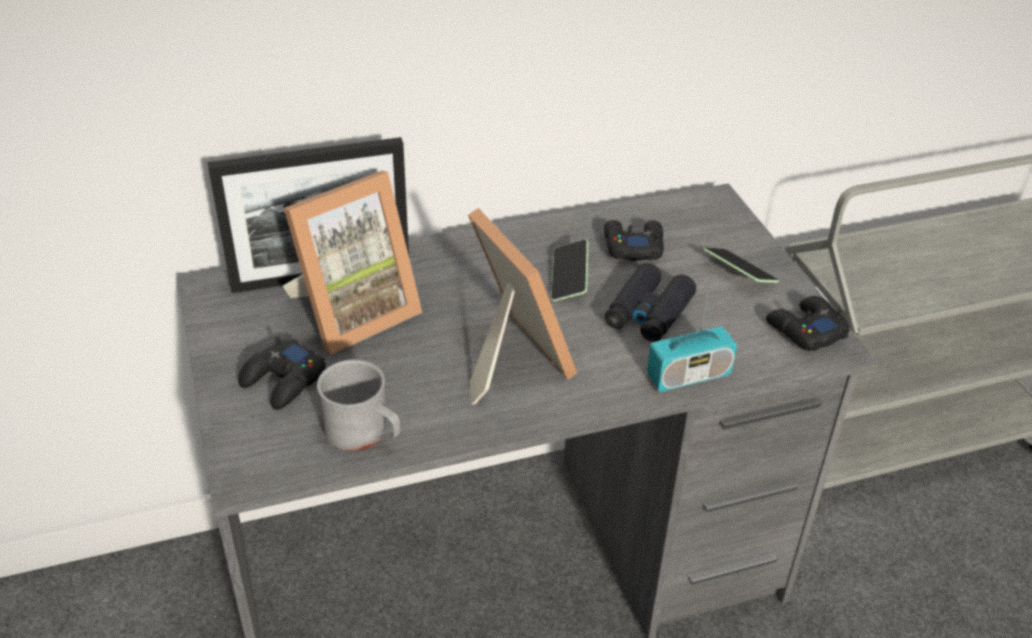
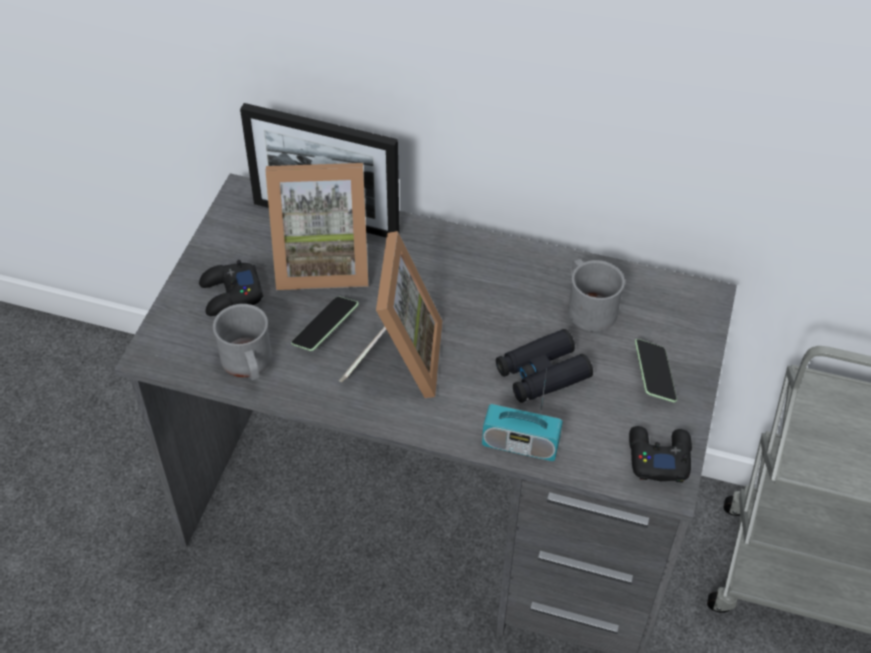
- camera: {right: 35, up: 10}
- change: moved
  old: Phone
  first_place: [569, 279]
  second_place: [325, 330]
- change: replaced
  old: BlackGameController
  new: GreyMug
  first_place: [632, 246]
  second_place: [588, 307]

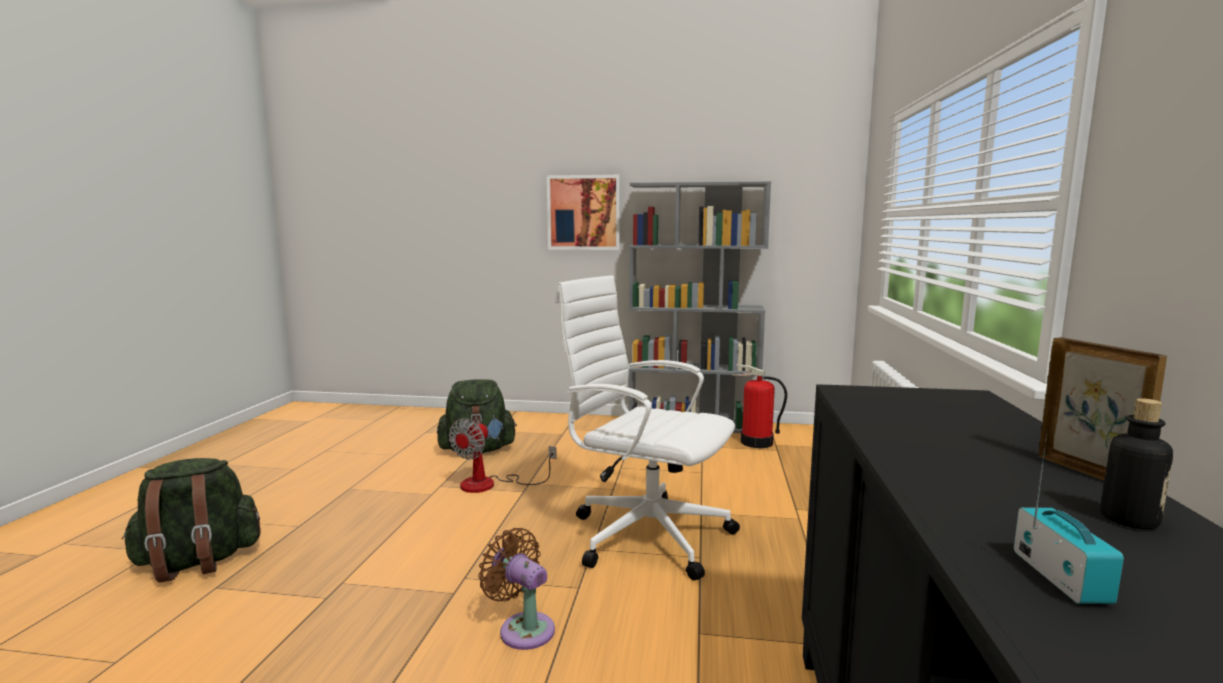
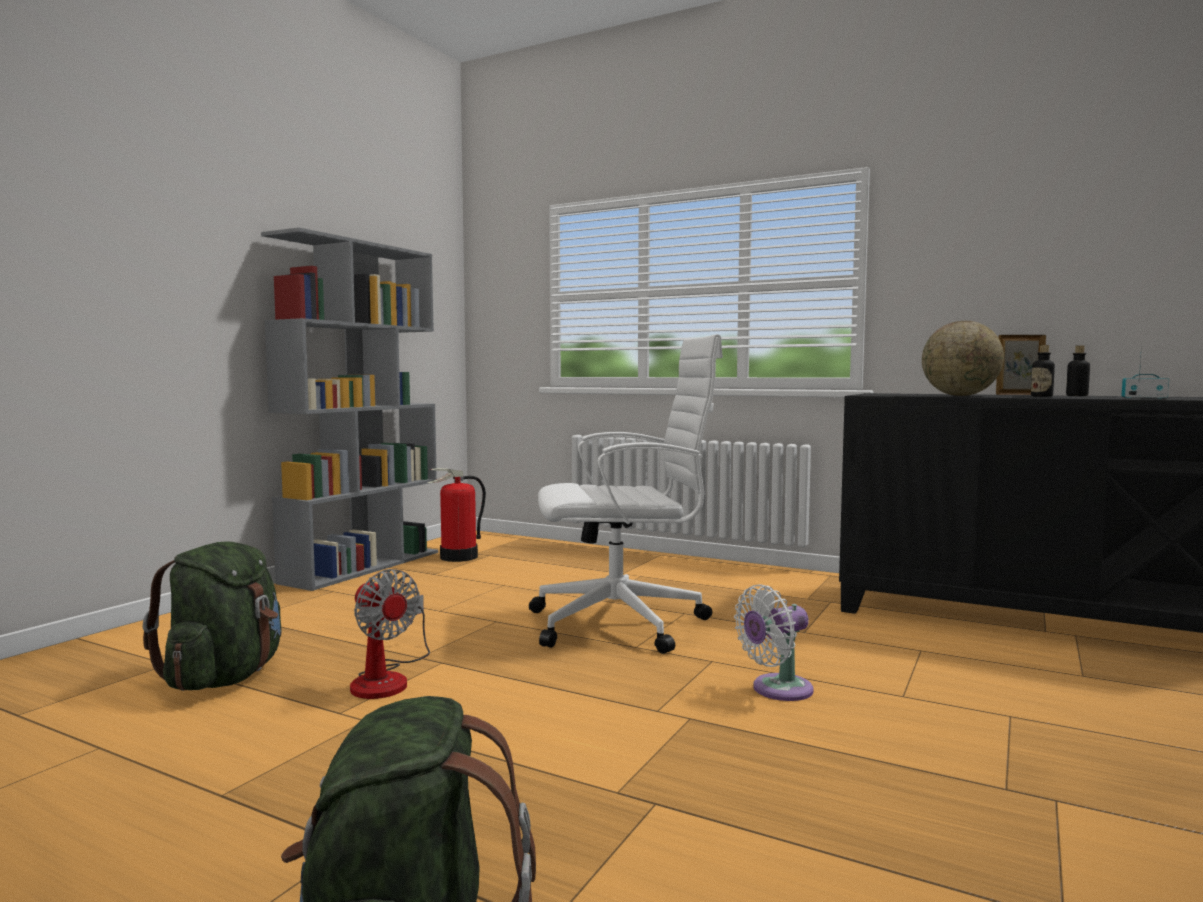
- camera: {right: -70, up: -5}
- change: turned
  old: WhiteOfficeChair
  first_place: [646, 534]
  second_place: [623, 623]
  degrees: -150
- change: recoloured
  old: BrownFan
  new: WhiteFan
  first_place: [523, 628]
  second_place: [777, 690]
- change: added
  new: Globe
  second_place: [960, 395]
- change: added
  new: Bottle
  second_place: [1041, 396]
- change: removed
  old: Picture
  first_place: [584, 212]

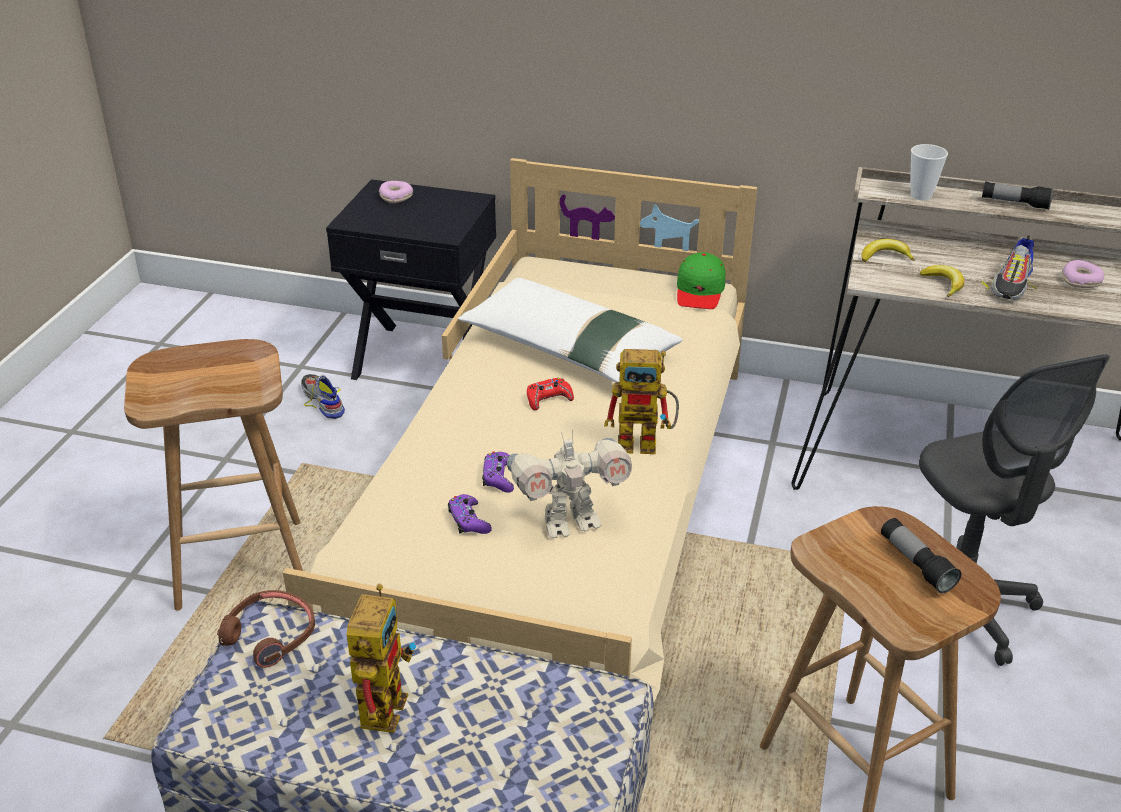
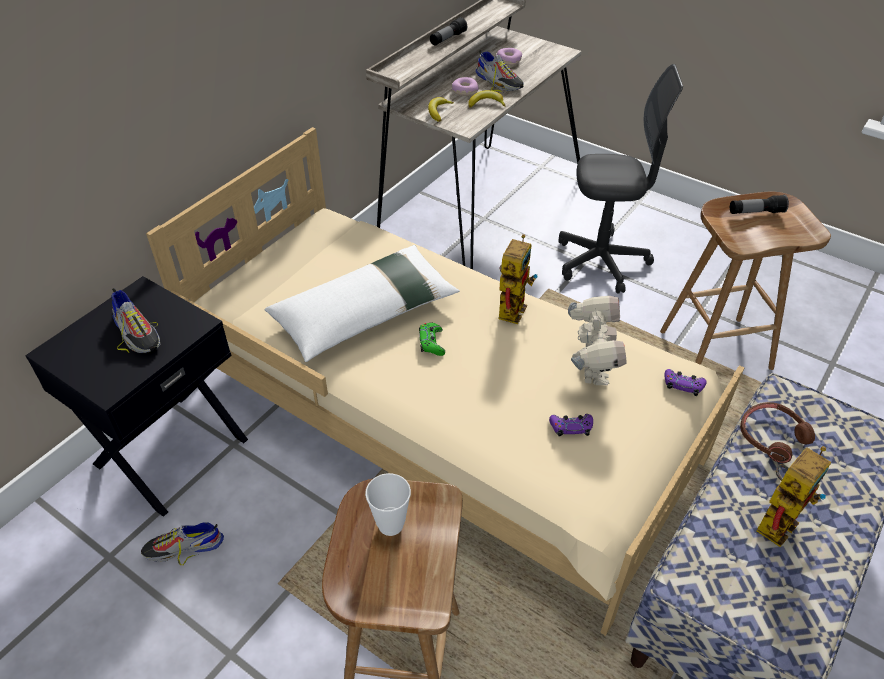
- camera: {right: -70, up: 10}
- change: added
  new: Shoe
  second_place: [137, 332]
- change: moved
  old: Cup
  first_place: [921, 195]
  second_place: [390, 524]
- change: recoloured
  old: RedGameController
  new: GreenGameController
  first_place: [548, 399]
  second_place: [431, 343]
- change: moved
  old: Donut
  first_place: [396, 197]
  second_place: [464, 91]
- change: moved
  old: PurpleGameController
  first_place: [499, 477]
  second_place: [683, 385]
- change: moved
  old: BrownHeadphones
  first_place: [270, 635]
  second_place: [772, 436]
- change: turned
  old: ToyRobot
  first_place: [382, 700]
  second_place: [777, 518]
  degrees: 105
- change: removed
  old: GreenCap
  first_place: [700, 291]

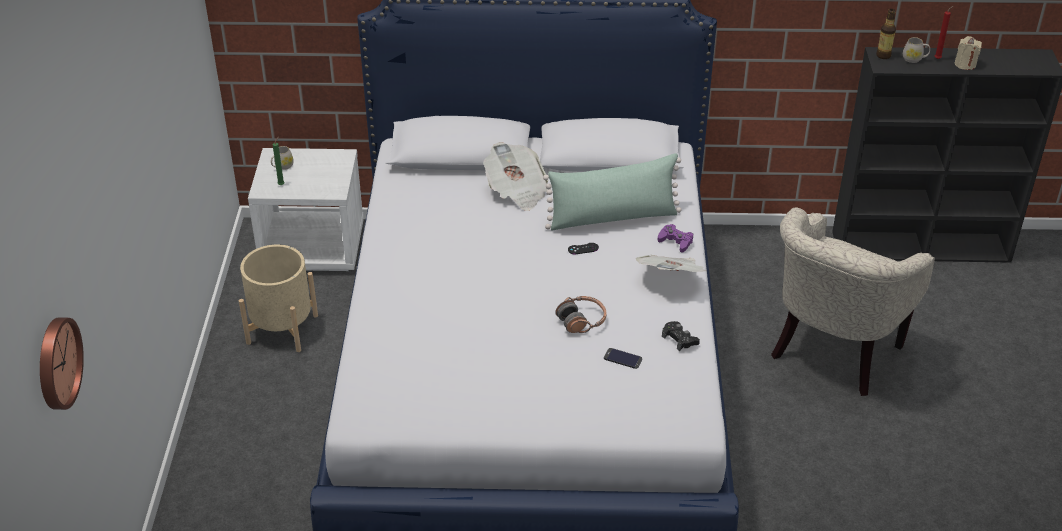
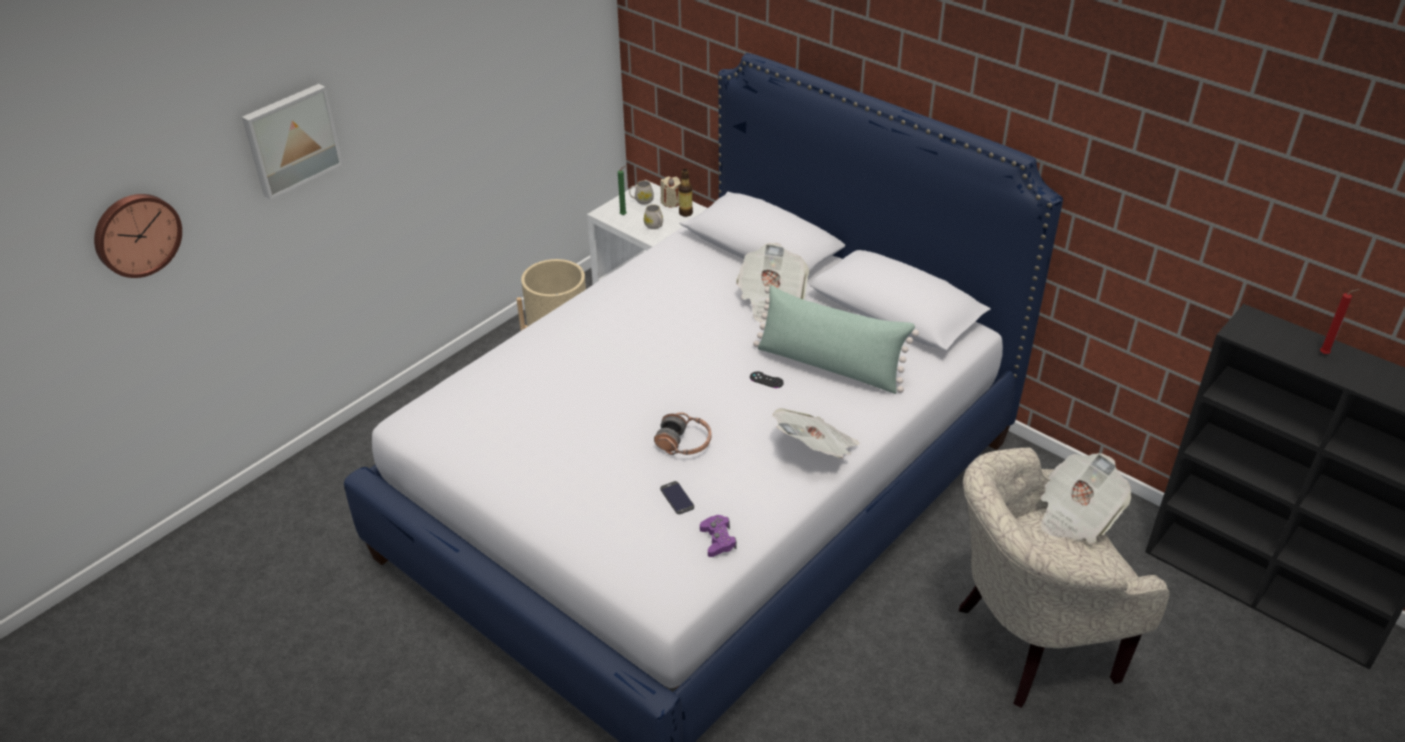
- camera: {right: 40, up: 0}
- change: added
  new: Picture
  second_place: [291, 139]
- change: moved
  old: WhiteMug
  first_place: [914, 59]
  second_place: [655, 226]
- change: moved
  old: BeigeCandle
  first_place: [965, 64]
  second_place: [671, 202]
- change: moved
  old: Bottle
  first_place: [883, 55]
  second_place: [685, 213]
- change: moved
  old: PurpleGameController
  first_place: [675, 241]
  second_place: [718, 540]
- change: added
  new: Newspaper
  second_place: [1076, 515]
- change: removed
  old: BlackGameController
  first_place: [679, 339]

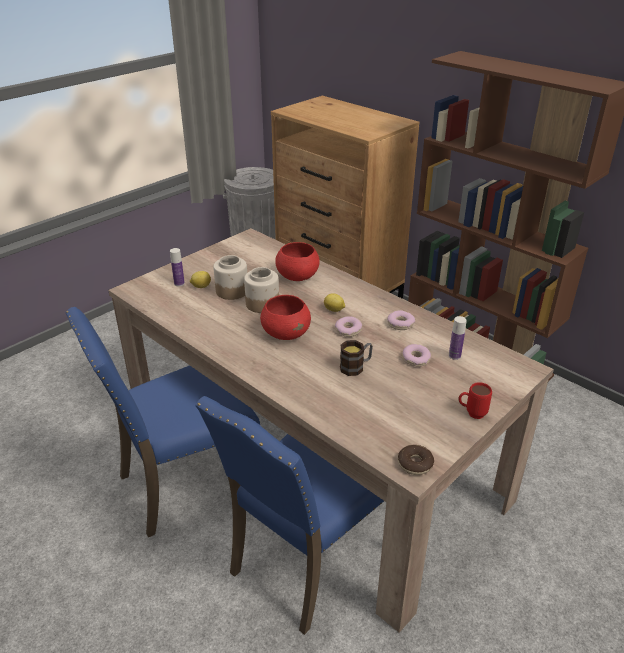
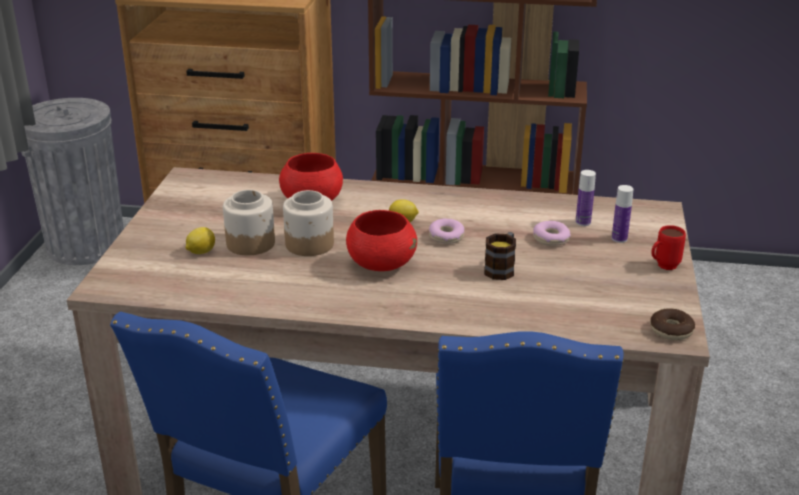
- camera: {right: -35, up: -5}
- change: moved
  old: Bottle
  first_place: [179, 283]
  second_place: [619, 239]
- change: removed
  old: Donut
  first_place: [400, 324]

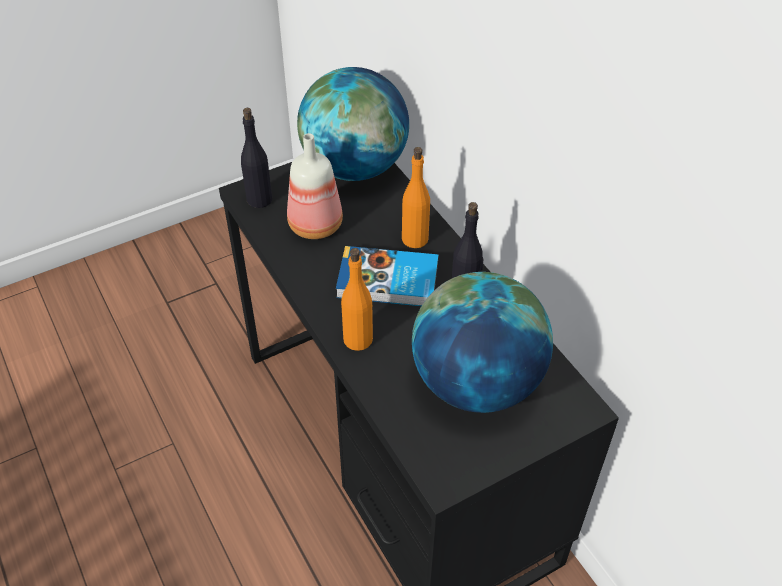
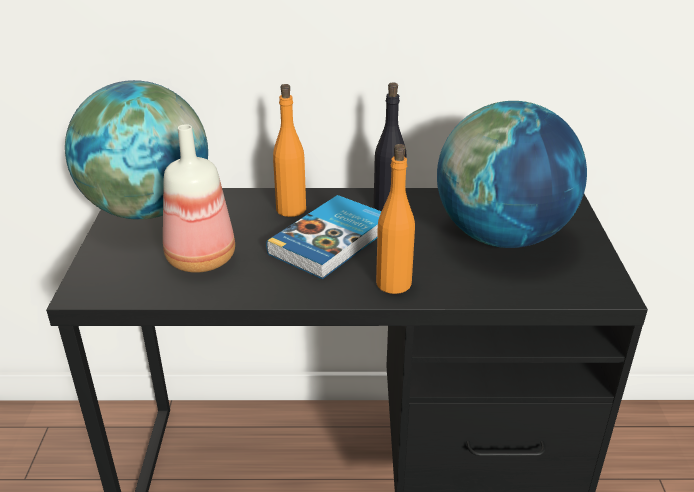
- camera: {right: -60, up: -15}
- change: removed
  old: BlackBottle
  first_place: [259, 199]

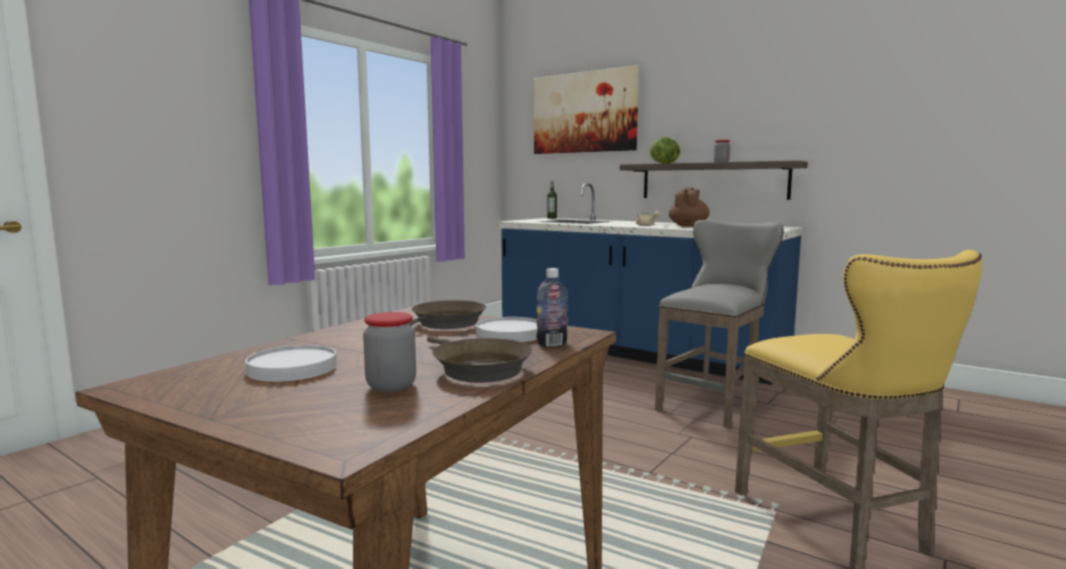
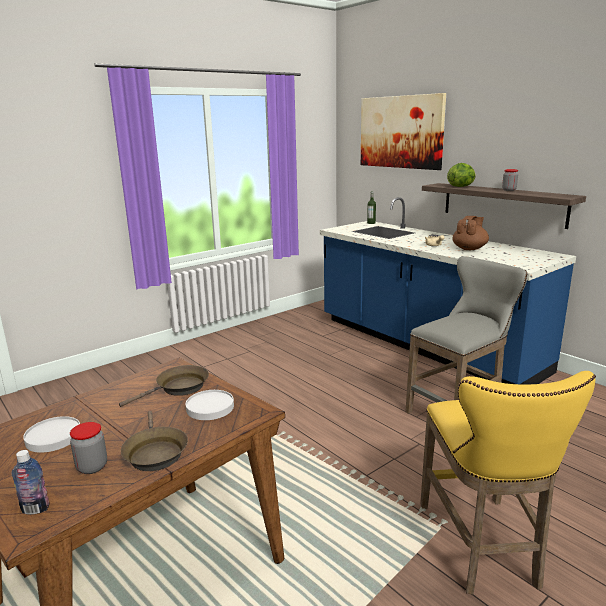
- camera: {right: 15, up: 10}
- change: moved
  old: Bottle
  first_place: [552, 344]
  second_place: [35, 509]

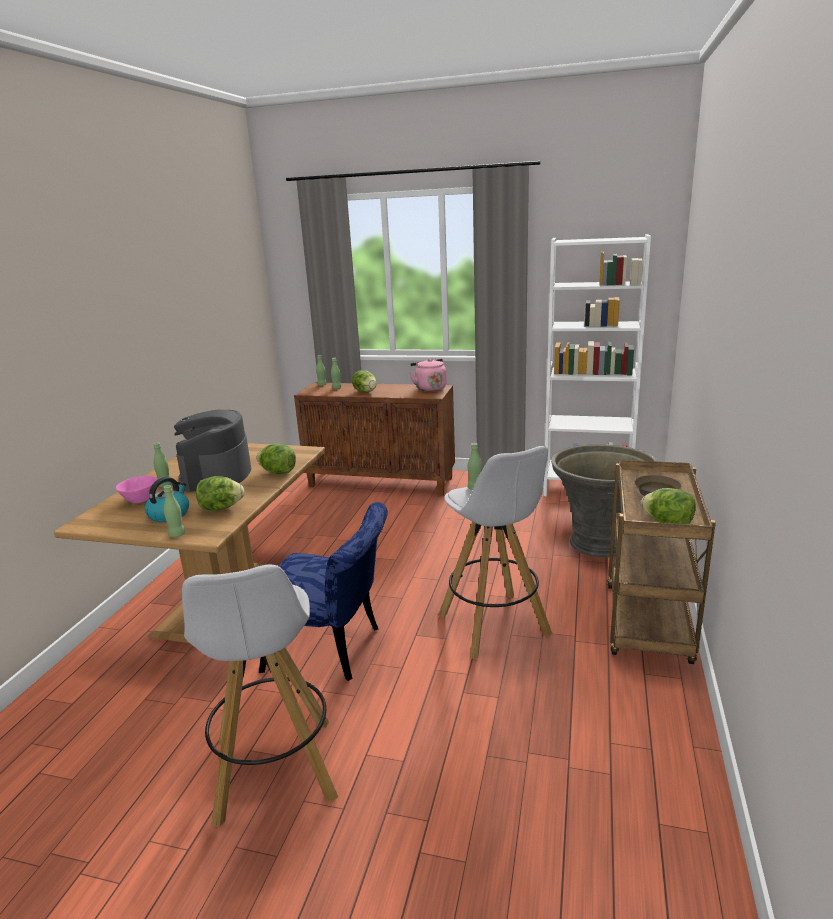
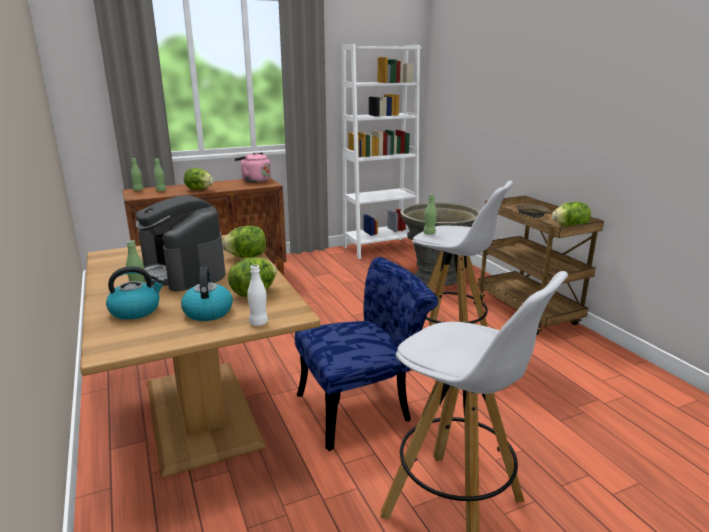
- camera: {right: -40, up: 0}
- change: replaced
  old: PinkBowl
  new: Kettle
  first_place: [139, 499]
  second_place: [136, 310]
- change: recoloured
  old: GreenBottle
  new: WhiteBottle
  first_place: [177, 535]
  second_place: [258, 323]

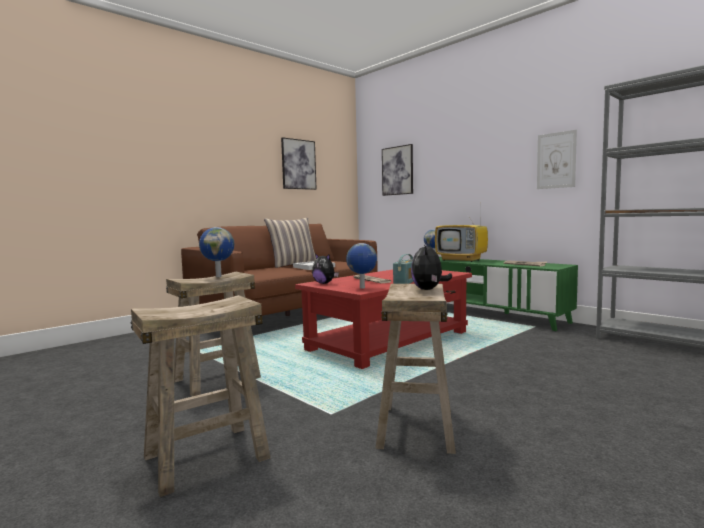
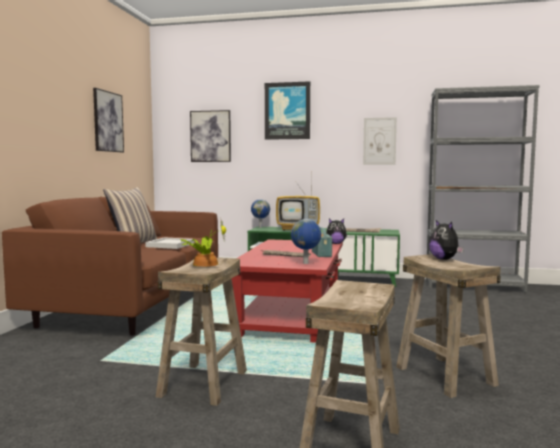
- camera: {right: -35, up: 0}
- change: replaced
  old: Globe
  new: PottedPlant
  first_place: [219, 276]
  second_place: [204, 264]
- change: added
  new: Picture
  second_place: [287, 111]
- change: moved
  old: PlushToy
  first_place: [324, 283]
  second_place: [336, 243]

